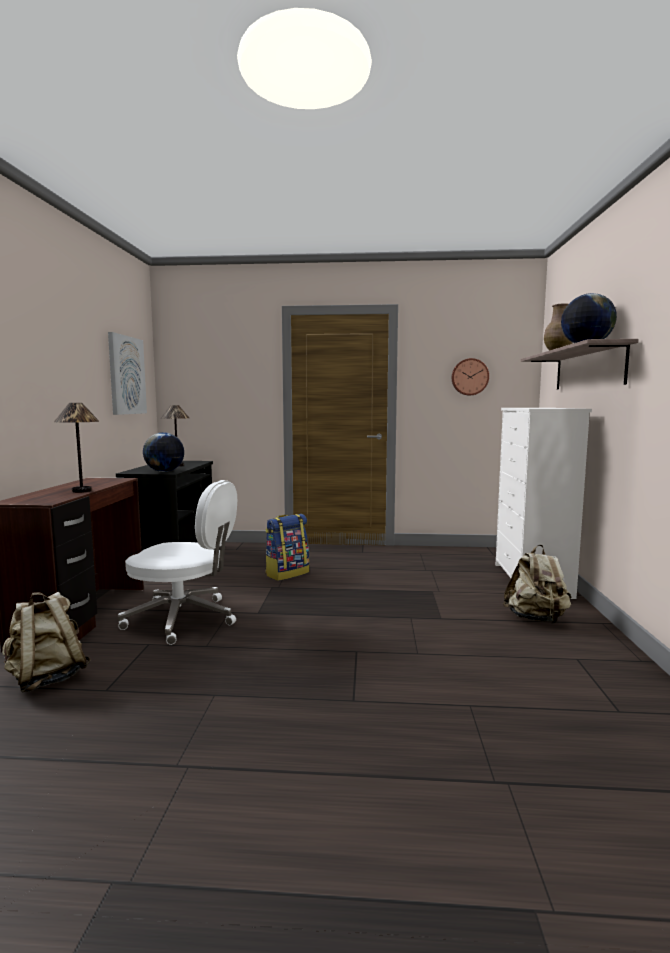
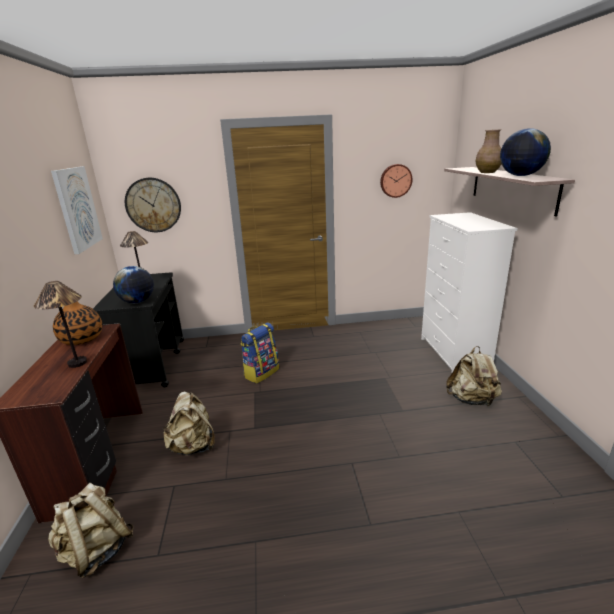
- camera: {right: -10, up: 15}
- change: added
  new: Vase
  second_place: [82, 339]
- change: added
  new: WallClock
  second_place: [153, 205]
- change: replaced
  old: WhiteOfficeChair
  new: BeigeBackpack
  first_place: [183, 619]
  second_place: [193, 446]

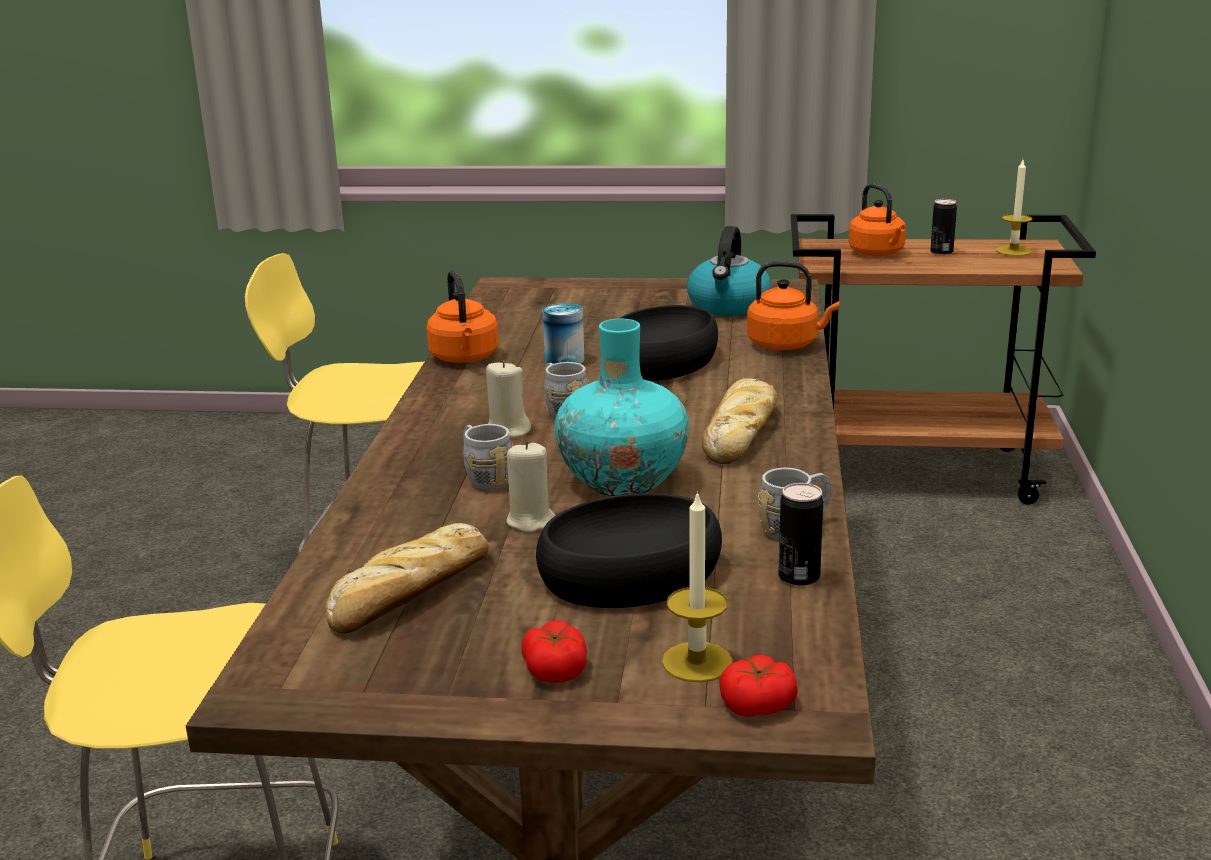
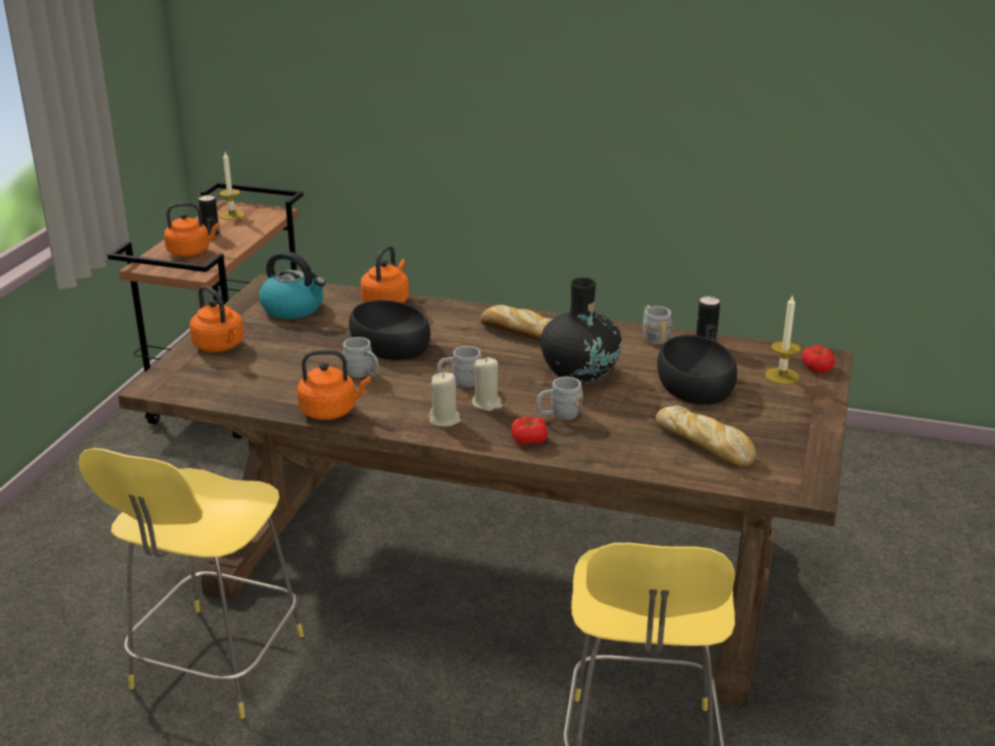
- camera: {right: -80, up: 5}
- change: added
  new: OrangeKettle
  second_place: [220, 346]
- change: replaced
  old: Can
  new: GreyMug
  first_place: [564, 360]
  second_place: [363, 374]
- change: moved
  old: BeigeCandle
  first_place: [531, 521]
  second_place: [445, 420]
- change: moved
  old: Tomato
  first_place: [555, 669]
  second_place: [529, 440]
- change: recoloured
  old: TurquoiseVase
  new: BlackVase
  first_place: [623, 481]
  second_place: [579, 373]

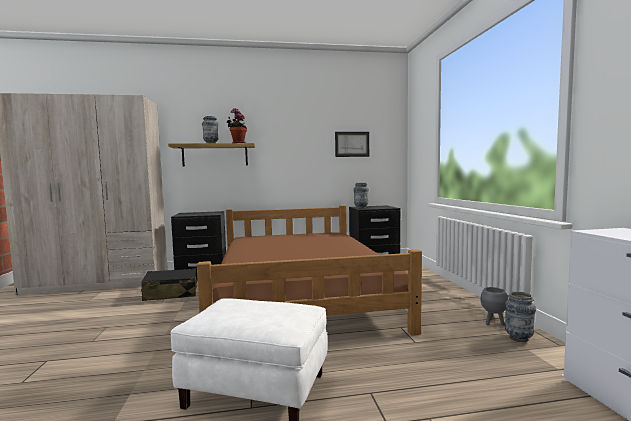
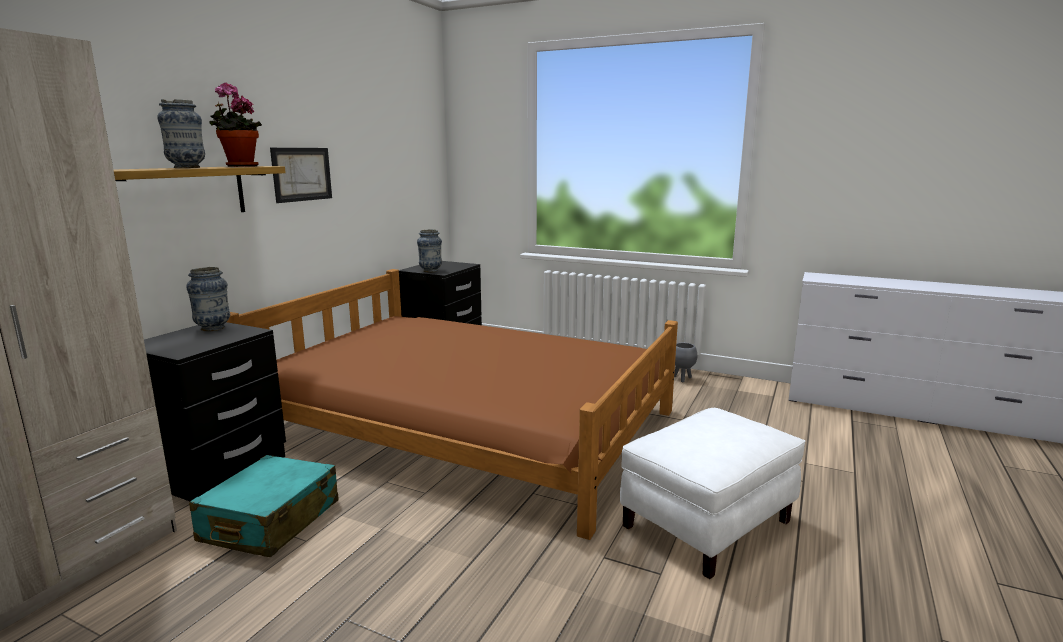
- camera: {right: -55, up: 10}
- change: moved
  old: Vase
  first_place: [518, 338]
  second_place: [213, 328]
- change: recoloured
  old: BlackSuitcase
  new: TurquoiseSuitcase
  first_place: [171, 293]
  second_place: [270, 522]
- change: moved
  old: Picture
  first_place: [352, 144]
  second_place: [302, 174]

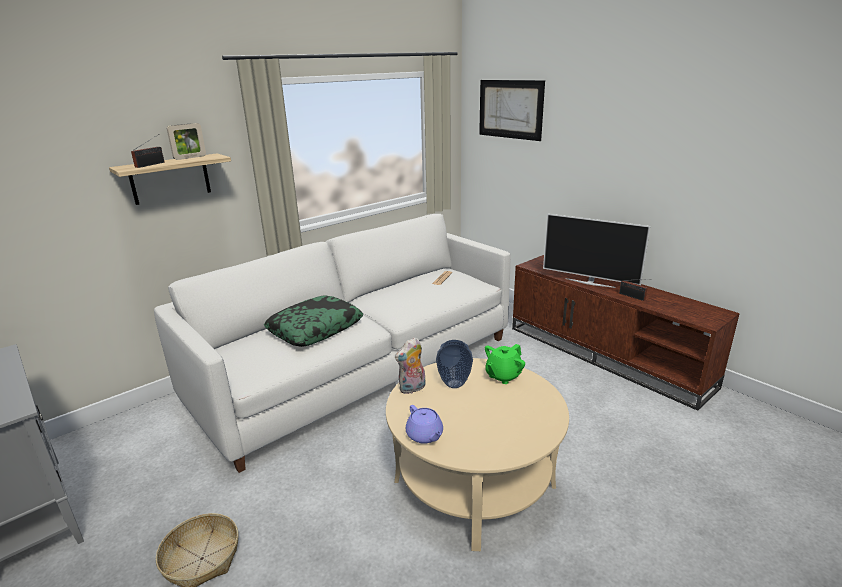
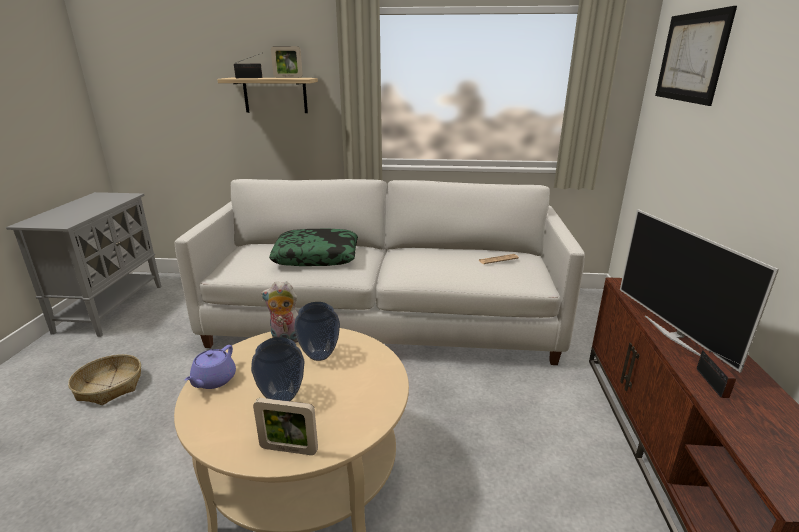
- camera: {right: 45, up: 0}
- change: added
  new: Vase
  second_place: [282, 398]
- change: added
  new: PictureFrame
  second_place: [289, 449]
- change: removed
  old: GreenTeapot
  first_place: [503, 376]

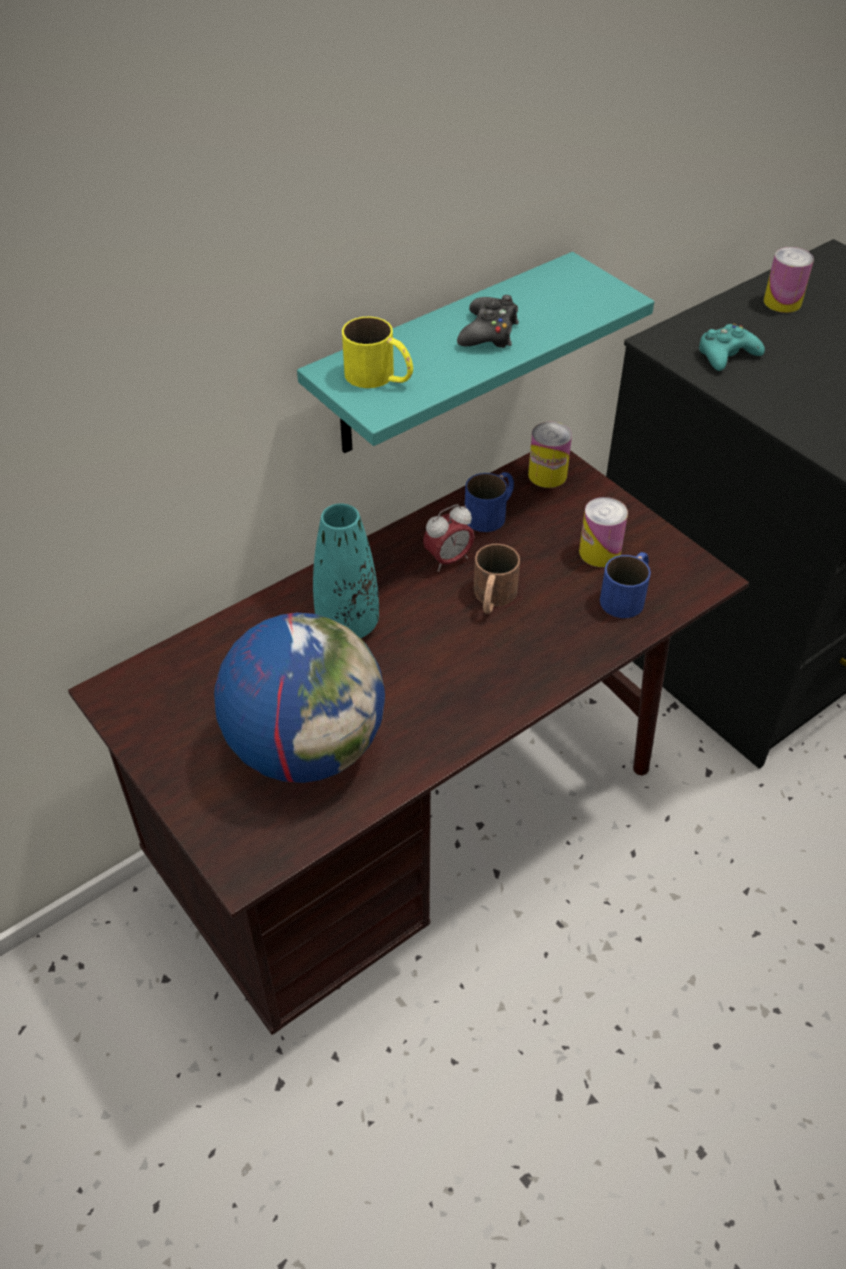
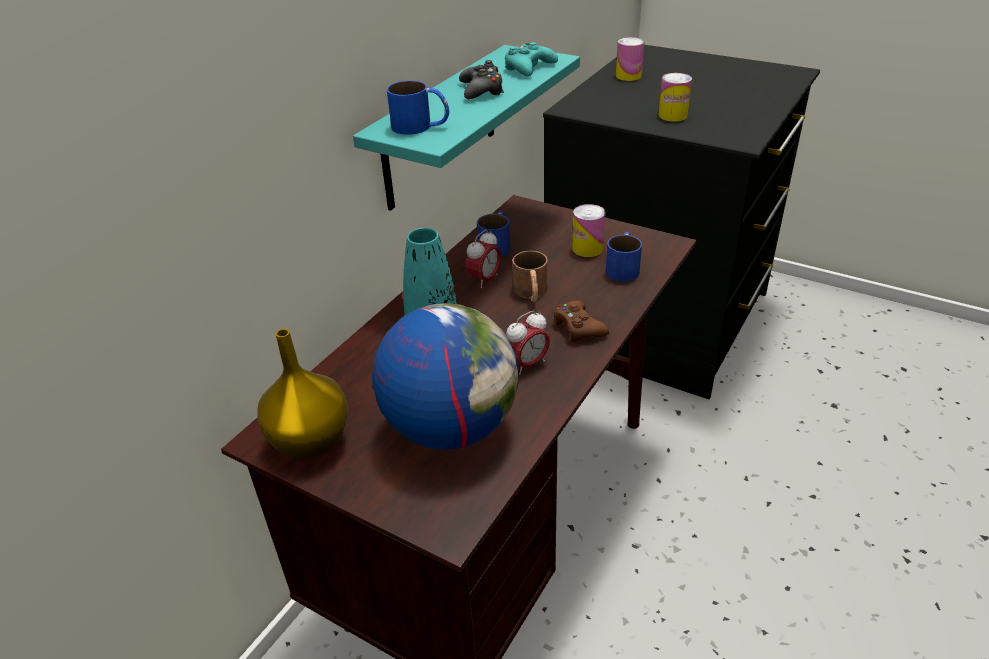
- camera: {right: -20, up: -10}
- change: added
  new: YellowVase
  second_place: [309, 440]
- change: recoloured
  old: YellowMug
  new: BlueMug
  first_place: [380, 377]
  second_place: [421, 126]
- change: moved
  old: TurquoiseGameController
  first_place: [726, 355]
  second_place: [529, 68]
- change: added
  new: AlarmClock
  second_place: [527, 364]
- change: added
  new: BrownGameController
  second_place: [578, 328]
- change: moved
  old: Can
  first_place: [547, 475]
  second_place: [672, 115]

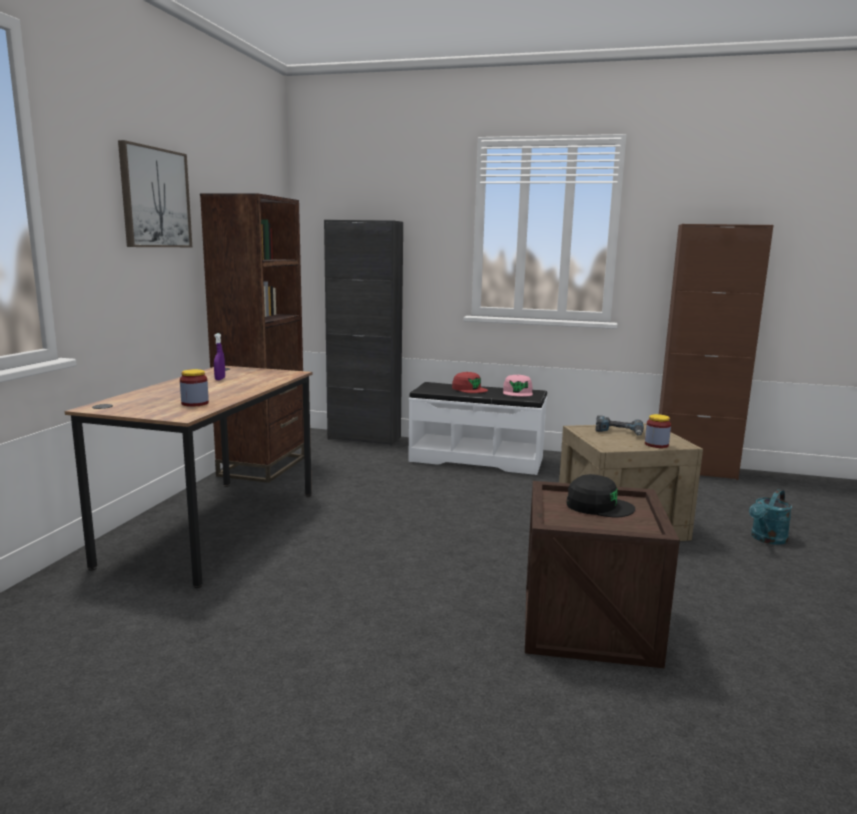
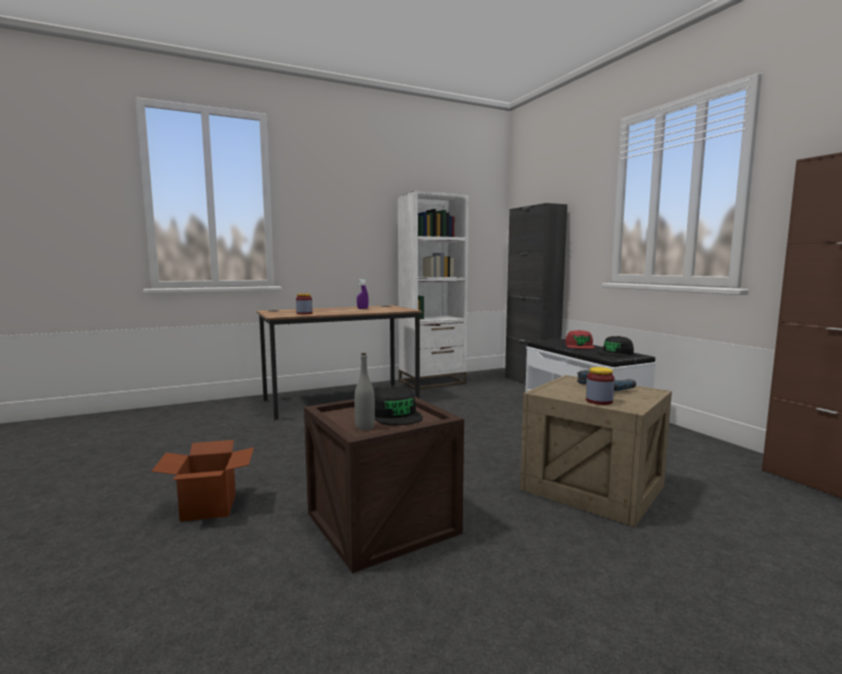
- camera: {right: 50, up: -5}
- change: added
  new: CardboardBox
  second_place: [209, 507]
- change: added
  new: GreyBottle
  second_place: [365, 427]
- change: recoloured
  old: BrownBookcase
  new: WhiteBookcase
  first_place: [263, 466]
  second_place: [432, 382]
- change: recoloured
  old: PinkCap
  new: BlackCap
  first_place: [517, 392]
  second_place: [615, 353]
- change: removed
  old: Picture
  first_place: [155, 198]
- change: removed
  old: TurquoiseWateringCan
  first_place: [766, 539]

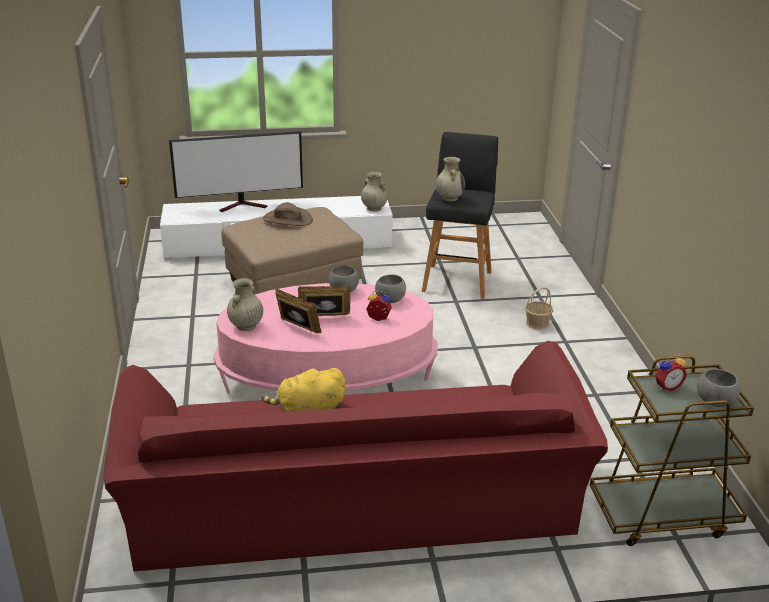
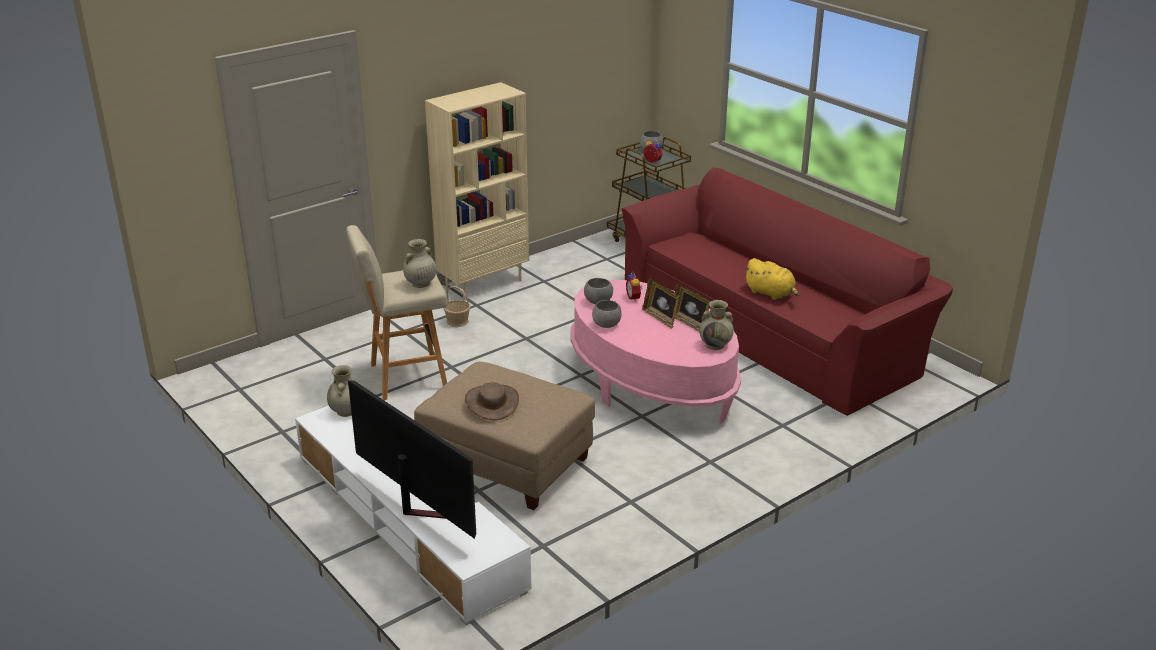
- camera: {right: -120, up: 0}
- change: recoloured
  old: BlackStool
  new: BeigeStool
  first_place: [457, 280]
  second_place: [405, 377]
- change: added
  new: BeigeBookcase
  second_place: [483, 284]
- change: turned
  old: PictureFrame
  first_place: [297, 328]
  second_place: [690, 323]
  degrees: -45

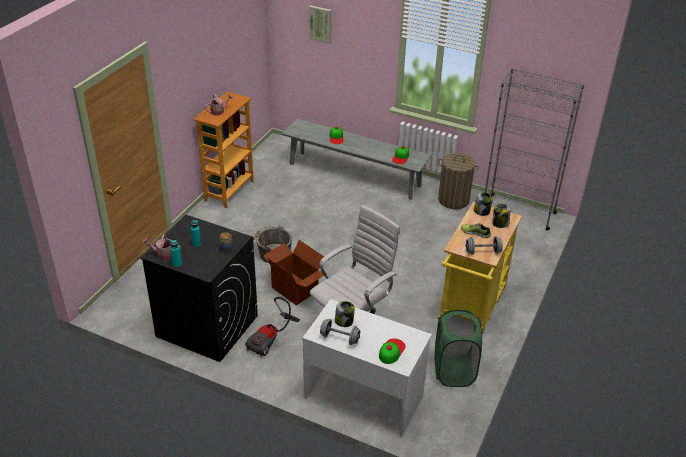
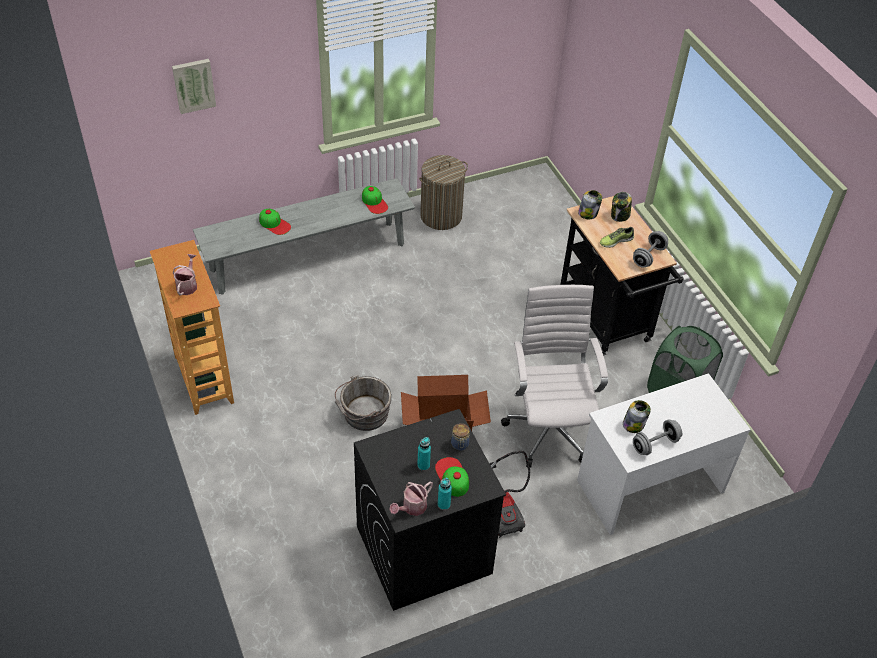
- camera: {right: -50, up: 10}
- change: moved
  old: Cap
  first_place: [391, 351]
  second_place: [452, 476]
- change: recoloured
  old: YellowCart
  new: BlackCart
  first_place: [470, 308]
  second_place: [607, 322]
- change: removed
  old: GreyBookcase
  first_place: [518, 212]

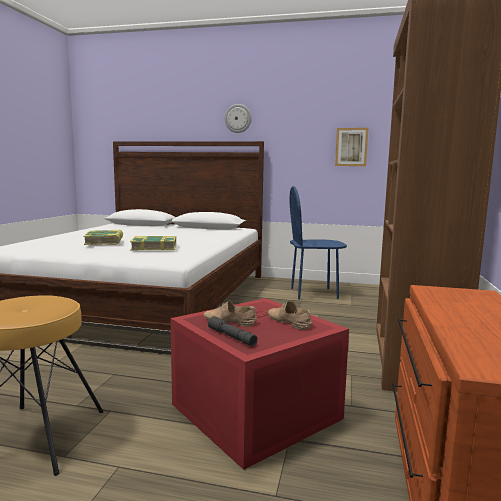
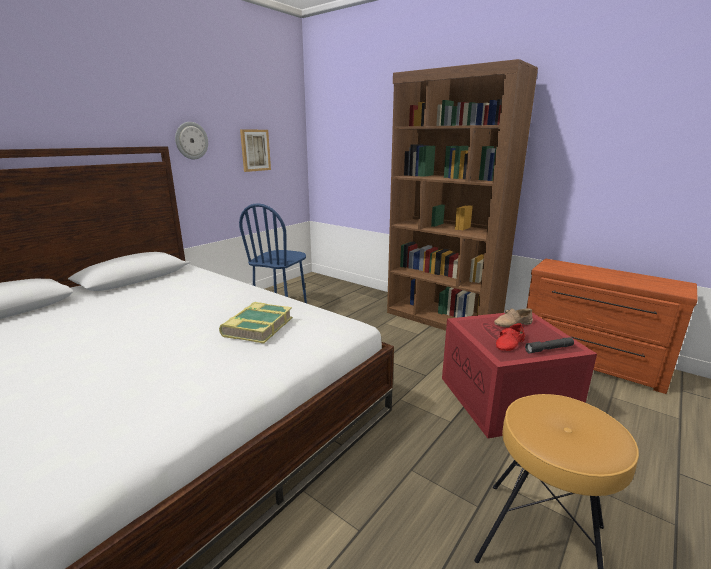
- camera: {right: -65, up: 10}
- change: moved
  old: WallClock
  first_place: [238, 118]
  second_place: [191, 140]
- change: recoloured
  old: BeigeShoe
  new: RedShoe
  first_place: [228, 321]
  second_place: [511, 343]
- change: removed
  old: Book
  first_place: [104, 242]

